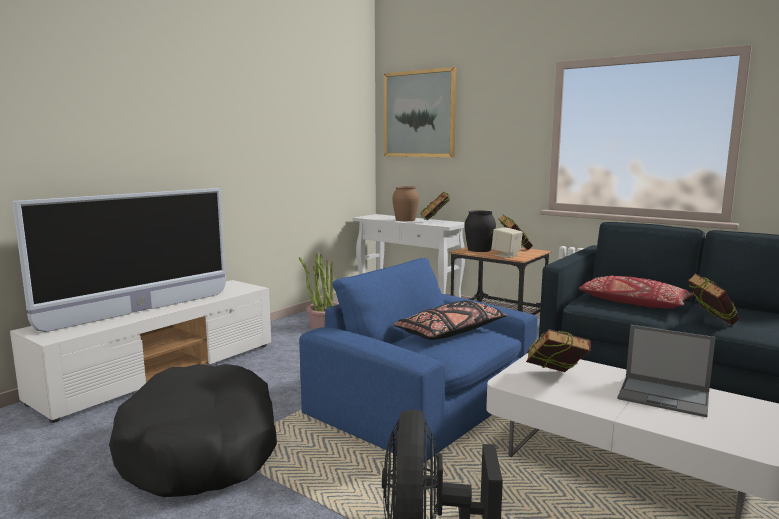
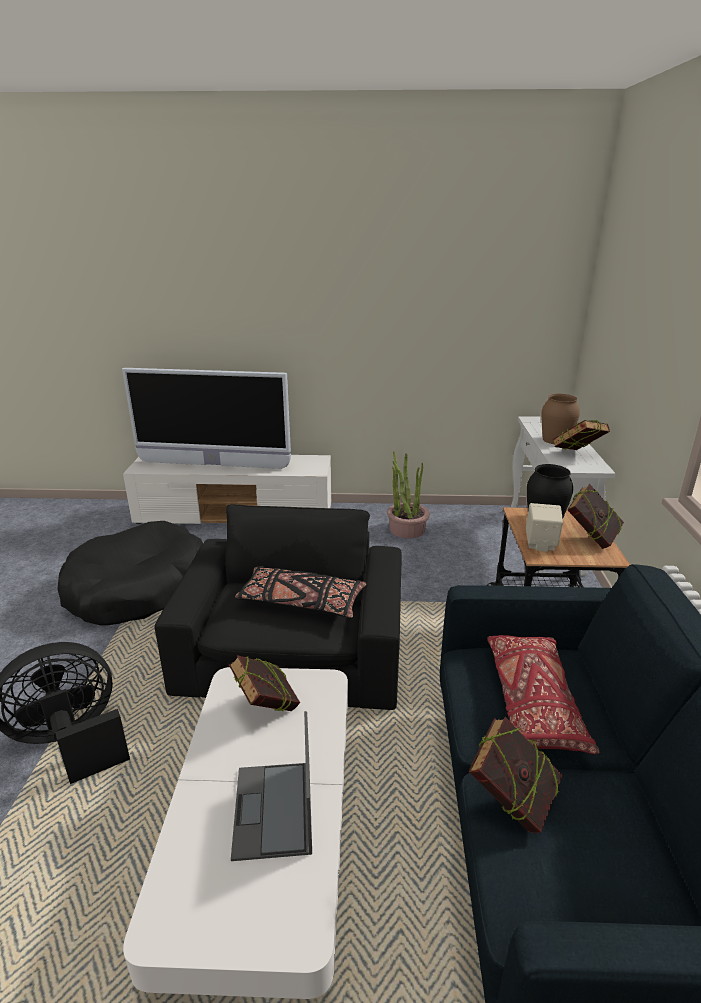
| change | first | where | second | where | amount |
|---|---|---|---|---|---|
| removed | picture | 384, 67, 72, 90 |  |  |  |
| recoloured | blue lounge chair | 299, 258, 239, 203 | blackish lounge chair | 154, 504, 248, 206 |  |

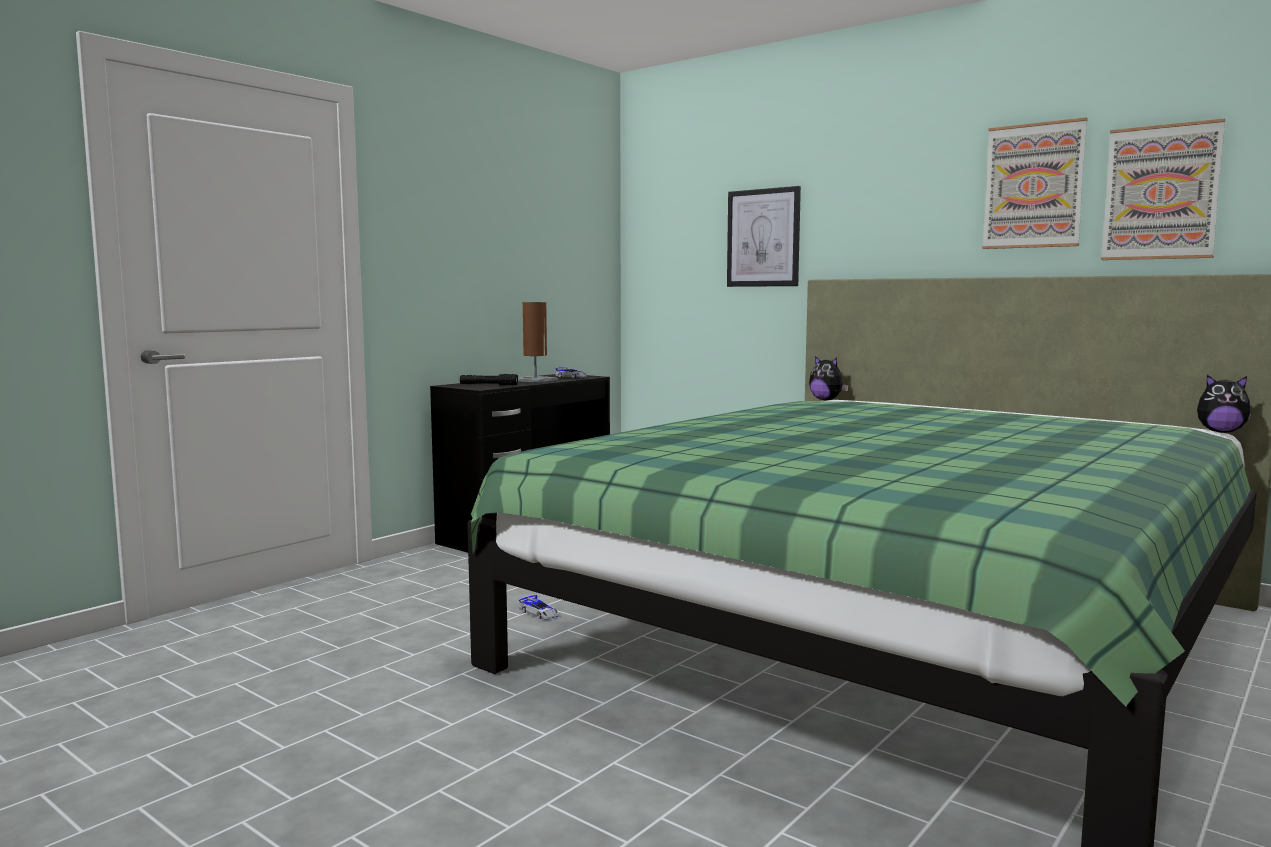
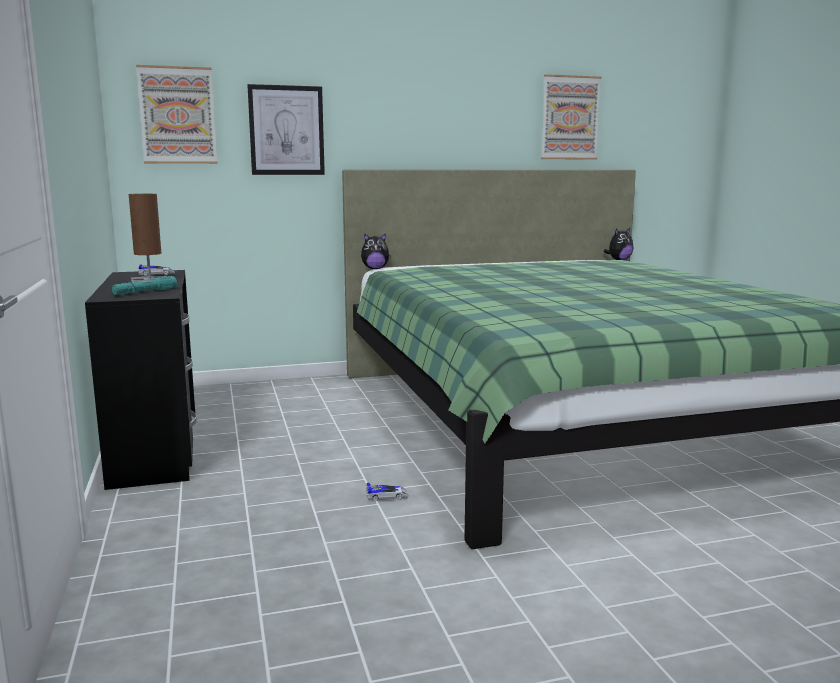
| change | first | where | second | where | amount |
|---|---|---|---|---|---|
| moved | picture | 982, 117, 106, 132 |  | 136, 65, 81, 99 |  |
| recoloured | blackish hand torch | 460, 374, 58, 11 | blue-green hand torch | 112, 276, 65, 19 |  |

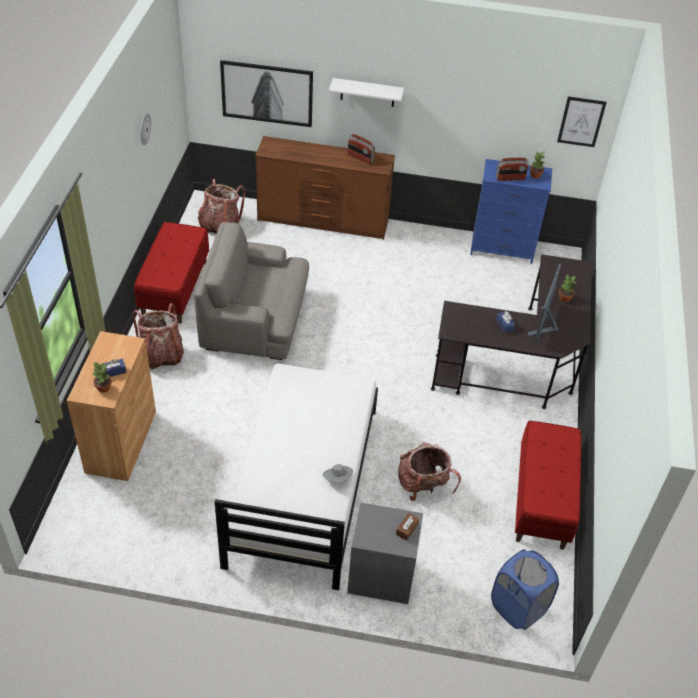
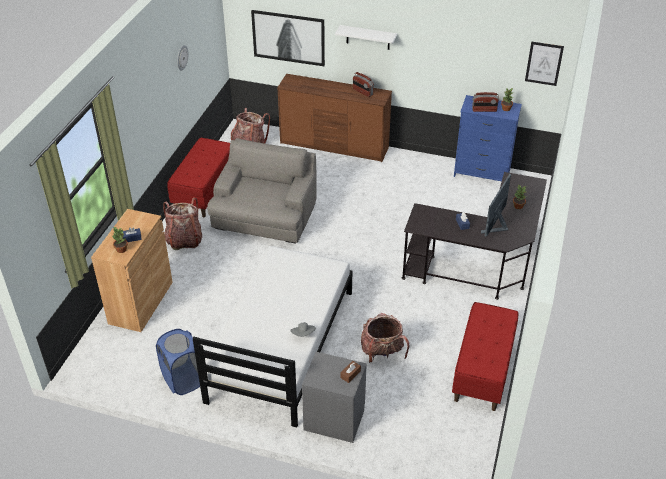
| change | first | where | second | where | amount |
|---|---|---|---|---|---|
| turned | grey lounge chair | 194, 222, 115, 138 |  | 207, 138, 110, 106 | 90 degrees clockwise |
| moved | blue hamper | 491, 549, 68, 81 |  | 156, 329, 44, 66 |  |

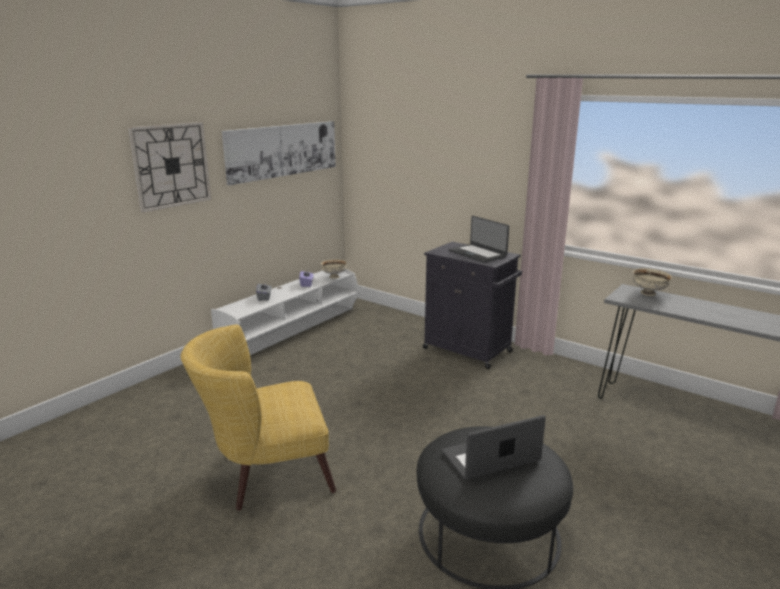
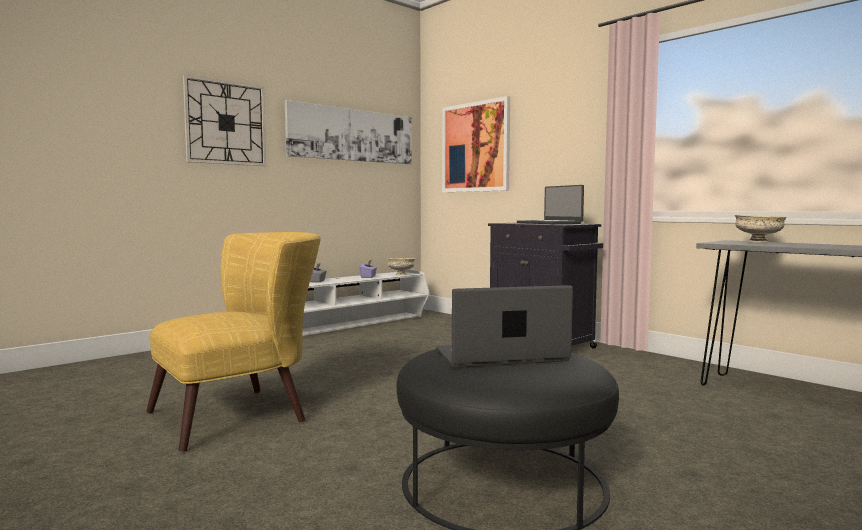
| change | first | where | second | where | amount |
|---|---|---|---|---|---|
| turned | yellow-coloured lounge chair | 180, 325, 156, 186 |  | 146, 232, 175, 220 | 150 degrees clockwise |
| added |  |  | picture | 442, 96, 68, 96 |  |

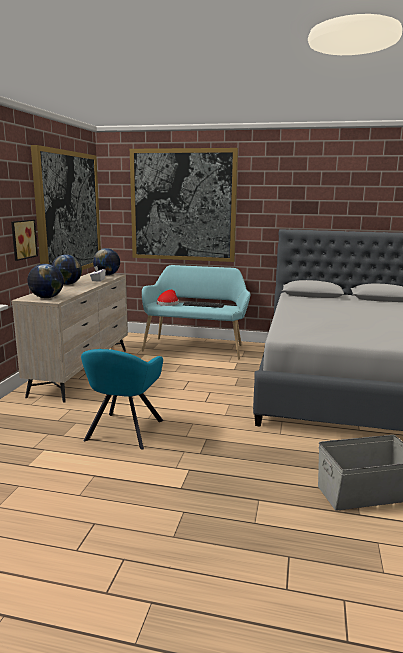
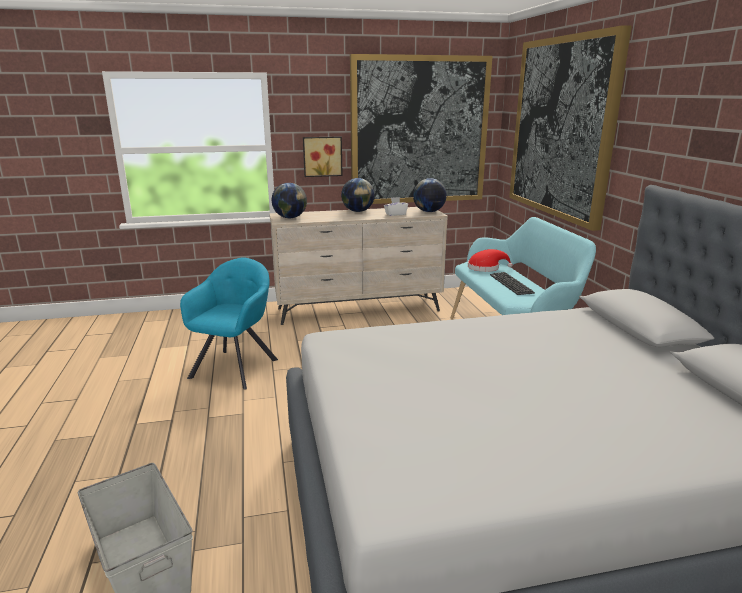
| change | first | where | second | where | amount |
|---|---|---|---|---|---|
| turned | blue-green lounge chair | 81, 349, 82, 101 |  | 180, 257, 98, 133 | 120 degrees clockwise |

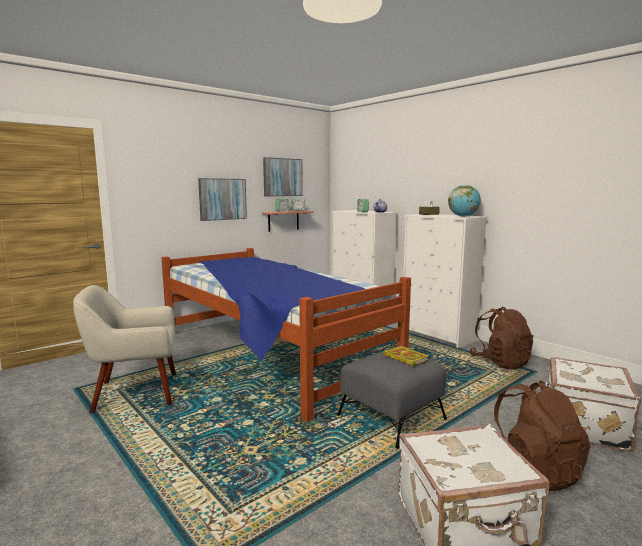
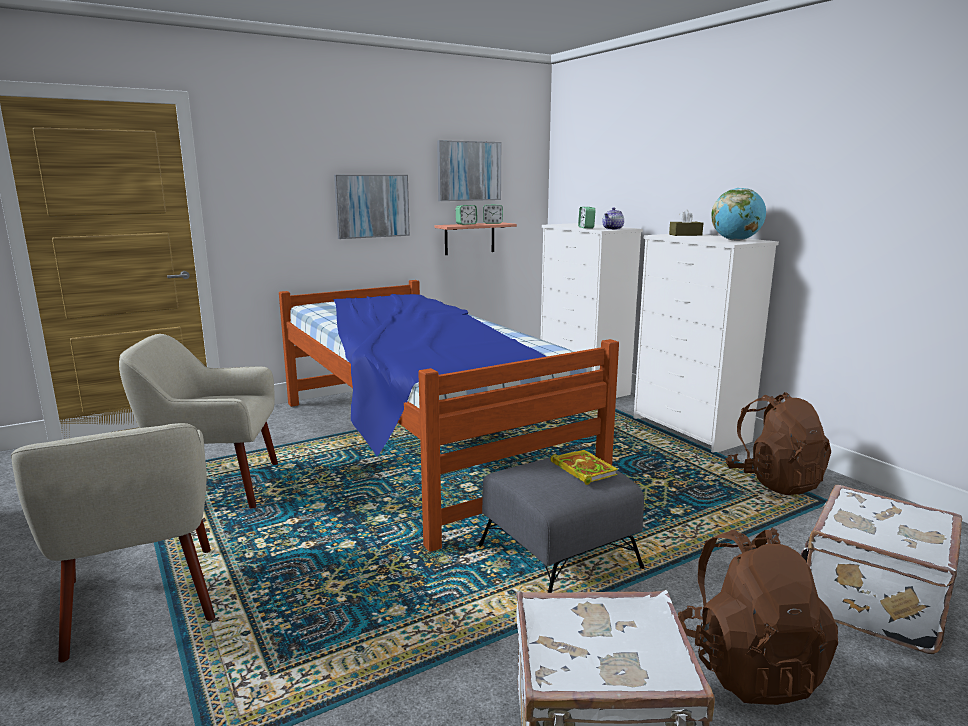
| change | first | where | second | where | amount |
|---|---|---|---|---|---|
| added |  |  | beige lounge chair | 11, 423, 204, 239 |  |

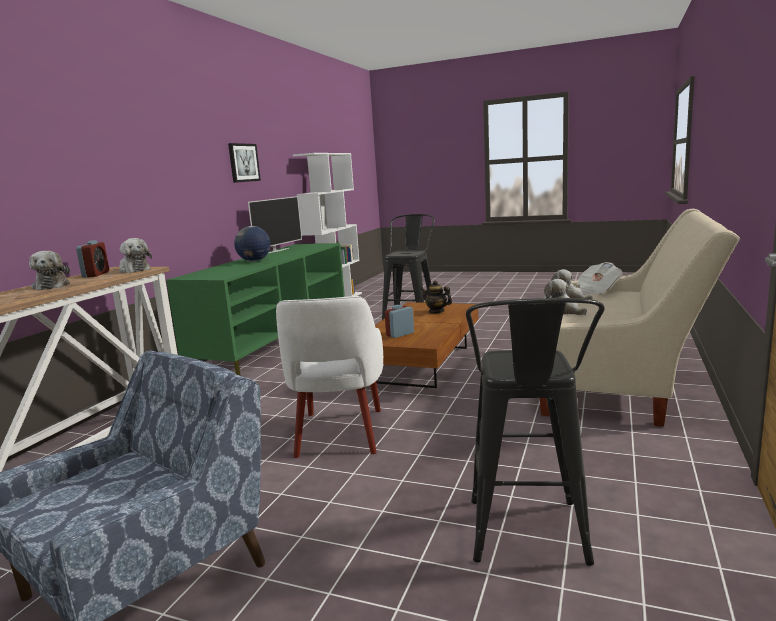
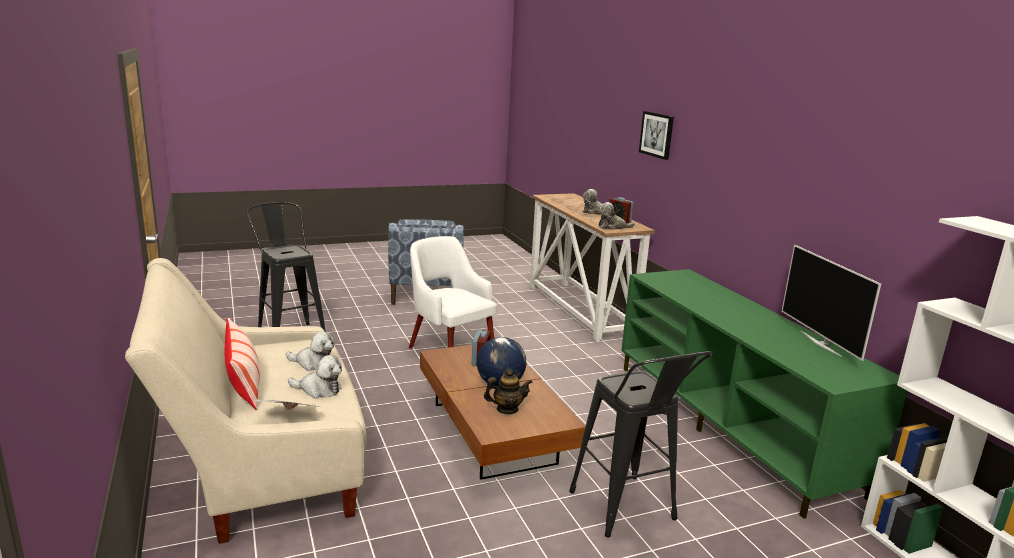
| change | first | where | second | where | amount |
|---|---|---|---|---|---|
| moved | picture | 228, 143, 33, 40 |  | 639, 111, 35, 49 |  |
| moved | world globe | 234, 226, 37, 36 |  | 477, 337, 49, 50 |  |
| added |  |  | pillow | 224, 317, 36, 93 |  |

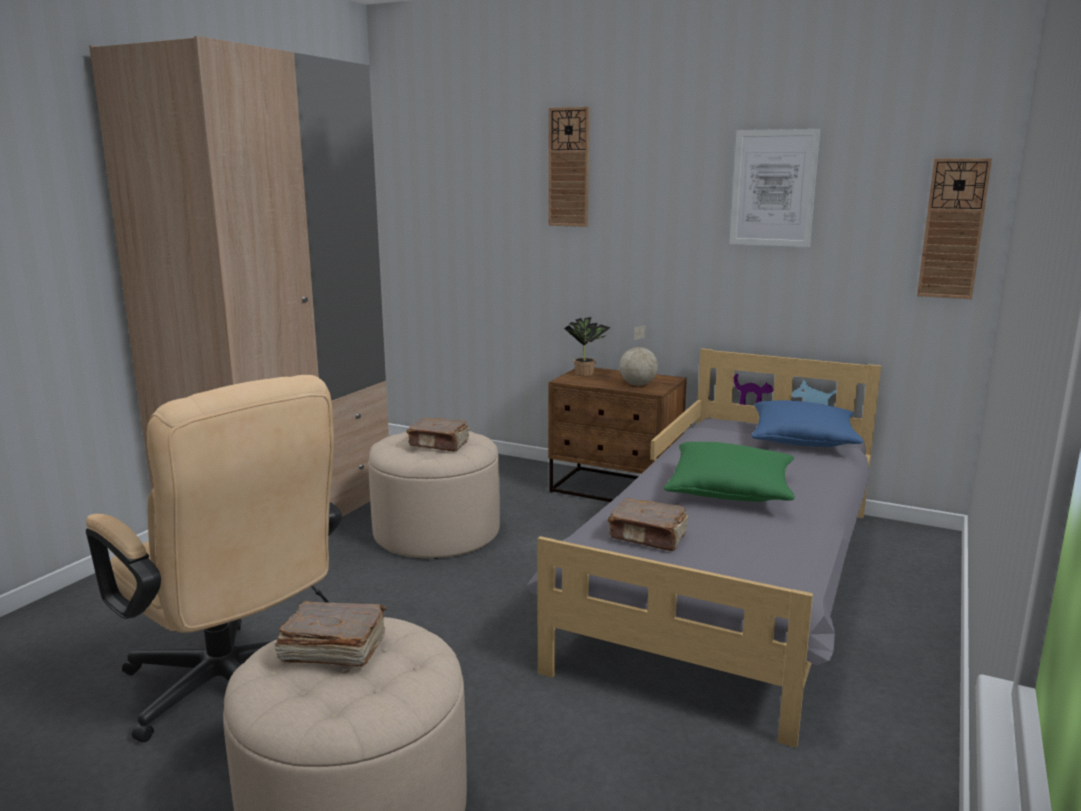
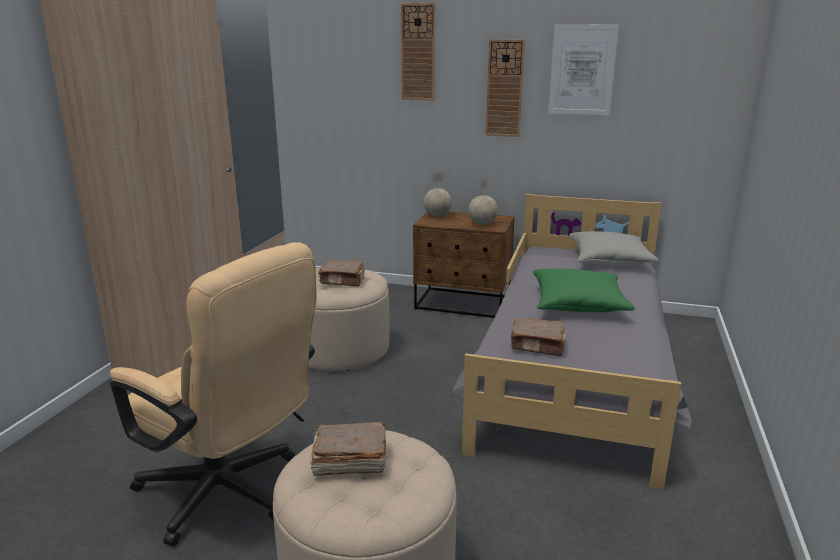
| change | first | where | second | where | amount |
|---|---|---|---|---|---|
| moved | hanging clock | 917, 158, 75, 141 |  | 486, 40, 39, 97 |  |
| replaced | potted plant | 564, 317, 47, 59 | world globe | 424, 172, 28, 44 |  |
| recoloured | blue pillow | 751, 400, 112, 47 | grey pillow | 569, 231, 90, 35 |  |

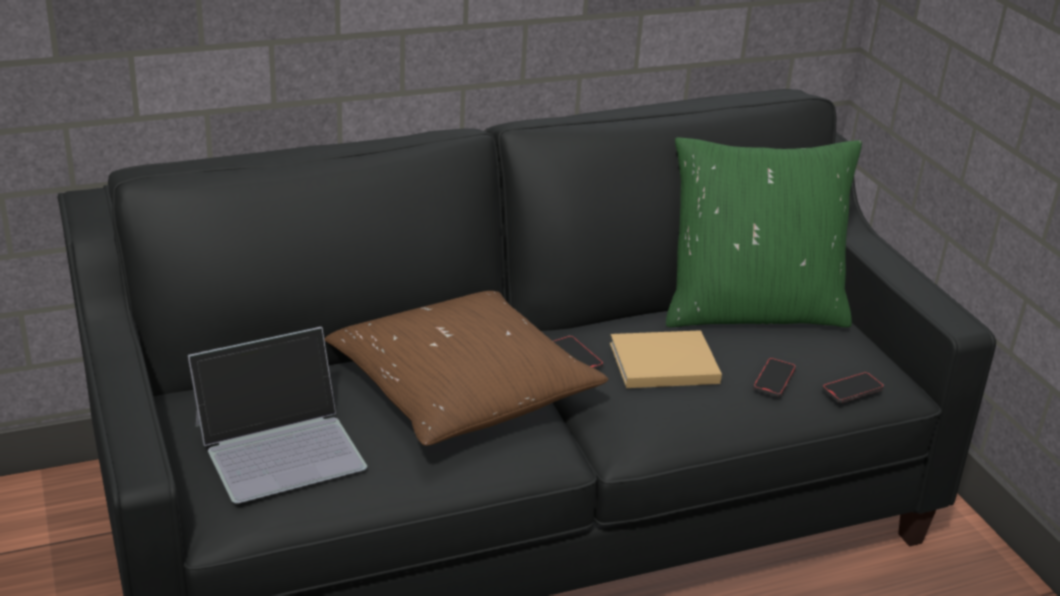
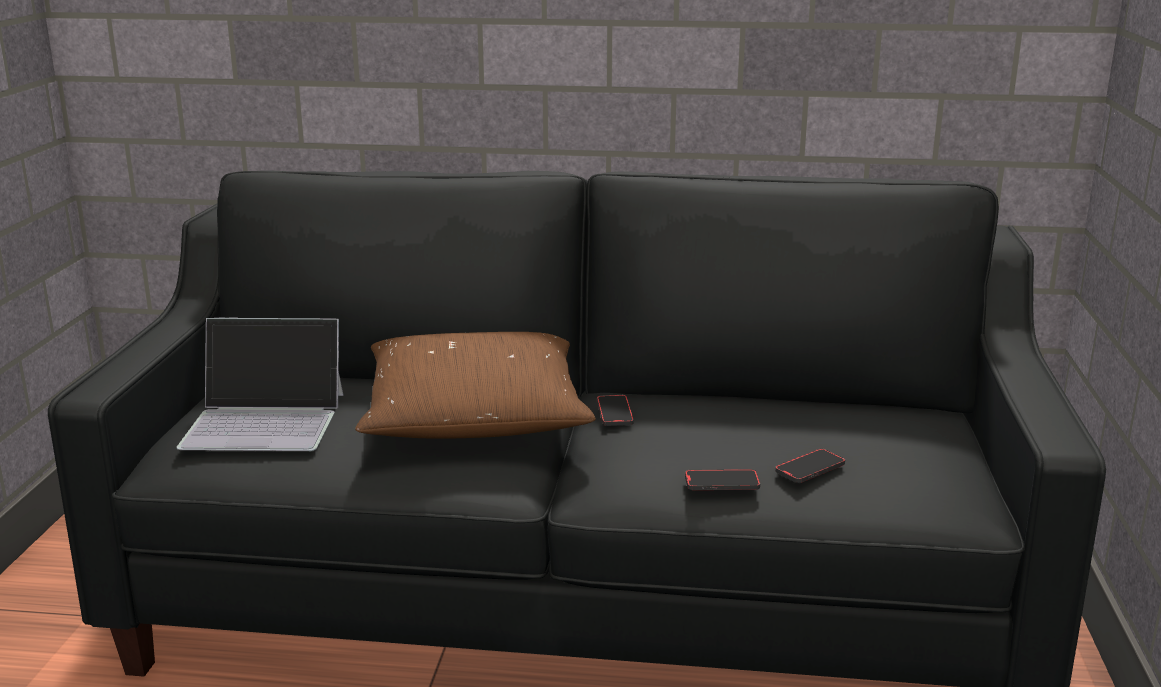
| change | first | where | second | where | amount |
|---|---|---|---|---|---|
| removed | green-coloured pillow | 666, 137, 196, 190 |  |  |  |
| removed | beige bound book | 610, 330, 112, 58 |  |  |  |
| moved | phone | 823, 372, 61, 31 |  | 685, 469, 75, 21 |  |

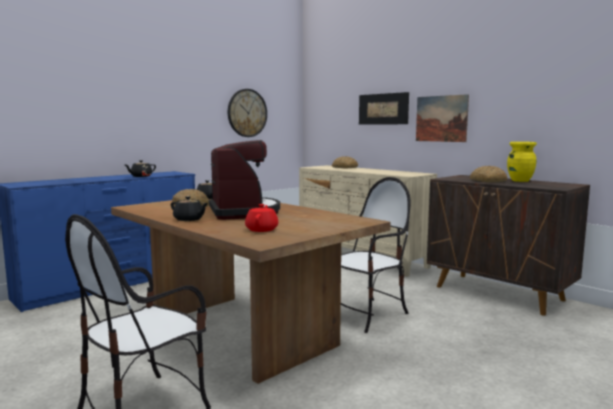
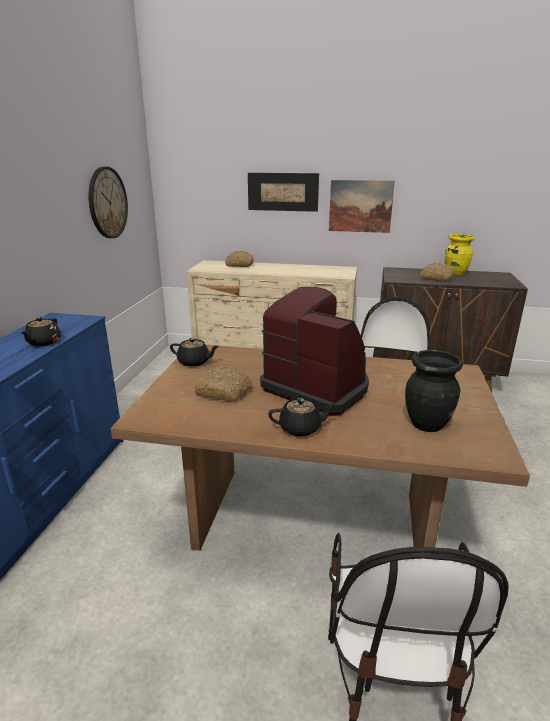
| change | first | where | second | where | amount |
|---|---|---|---|---|---|
| replaced | reddish pot for tea | 245, 204, 33, 28 | blackish vase | 405, 350, 58, 82 |  |

